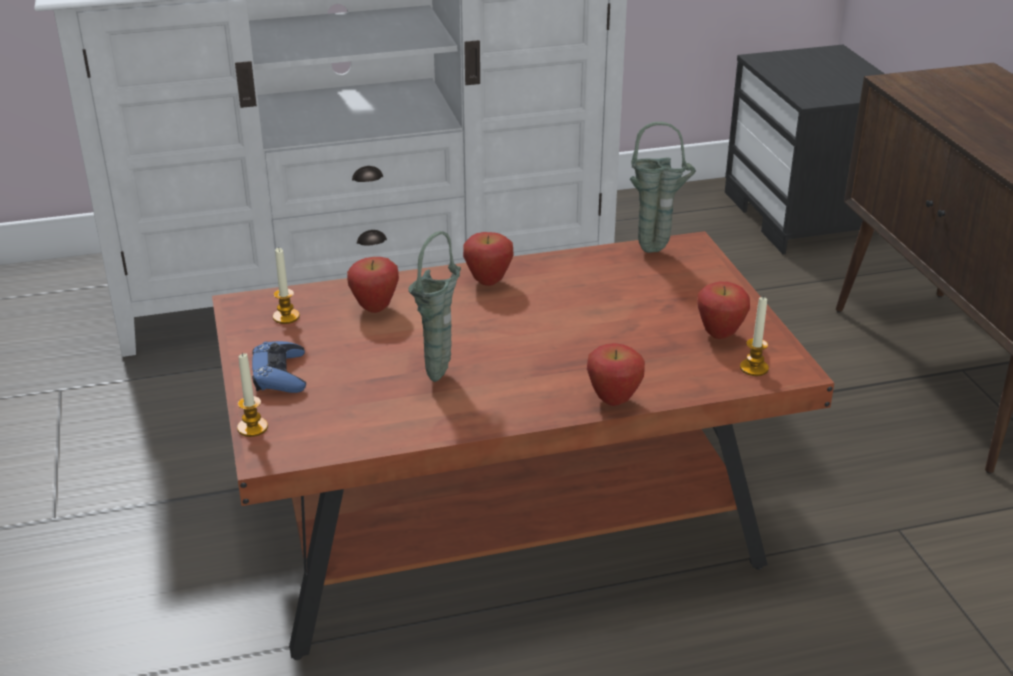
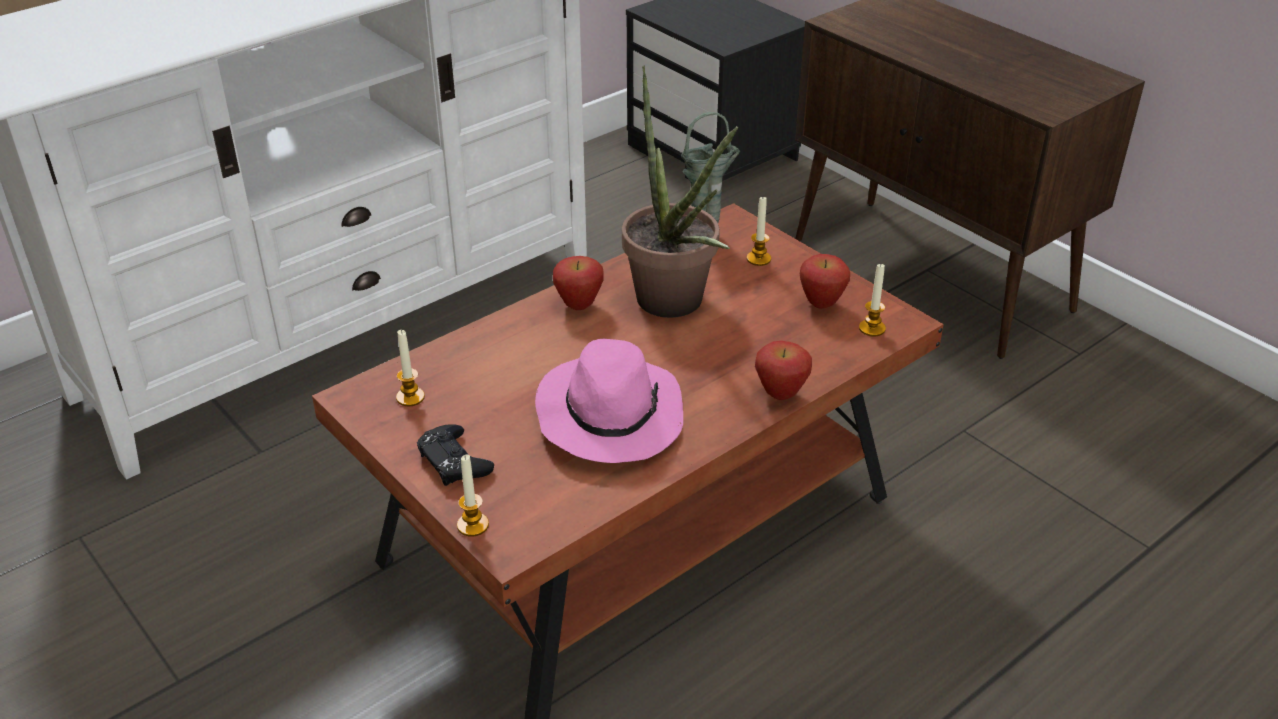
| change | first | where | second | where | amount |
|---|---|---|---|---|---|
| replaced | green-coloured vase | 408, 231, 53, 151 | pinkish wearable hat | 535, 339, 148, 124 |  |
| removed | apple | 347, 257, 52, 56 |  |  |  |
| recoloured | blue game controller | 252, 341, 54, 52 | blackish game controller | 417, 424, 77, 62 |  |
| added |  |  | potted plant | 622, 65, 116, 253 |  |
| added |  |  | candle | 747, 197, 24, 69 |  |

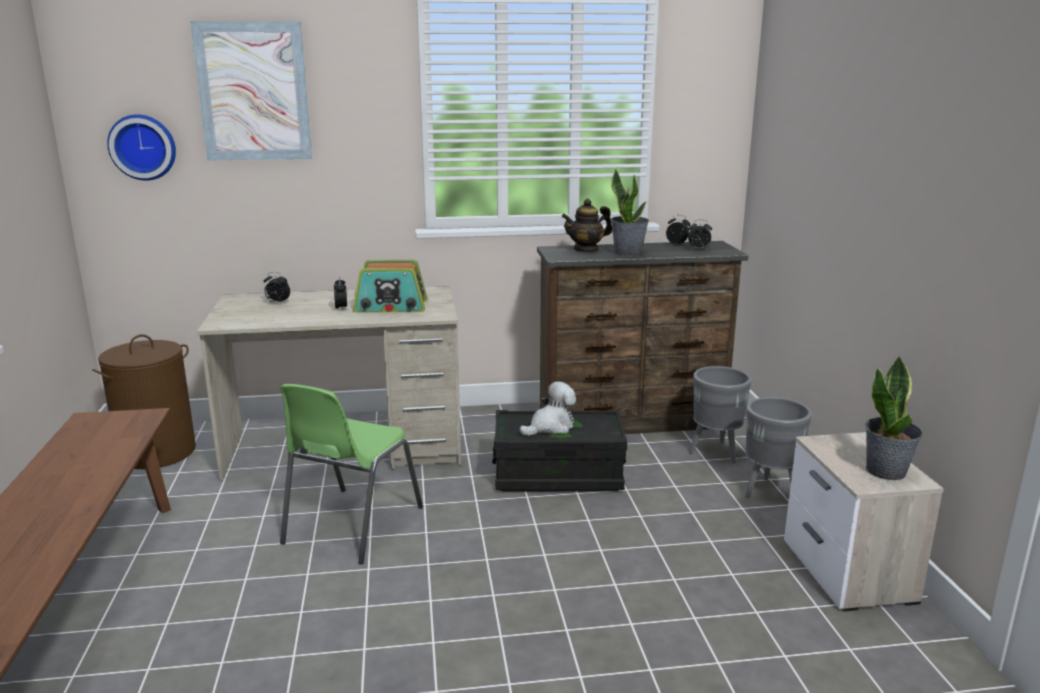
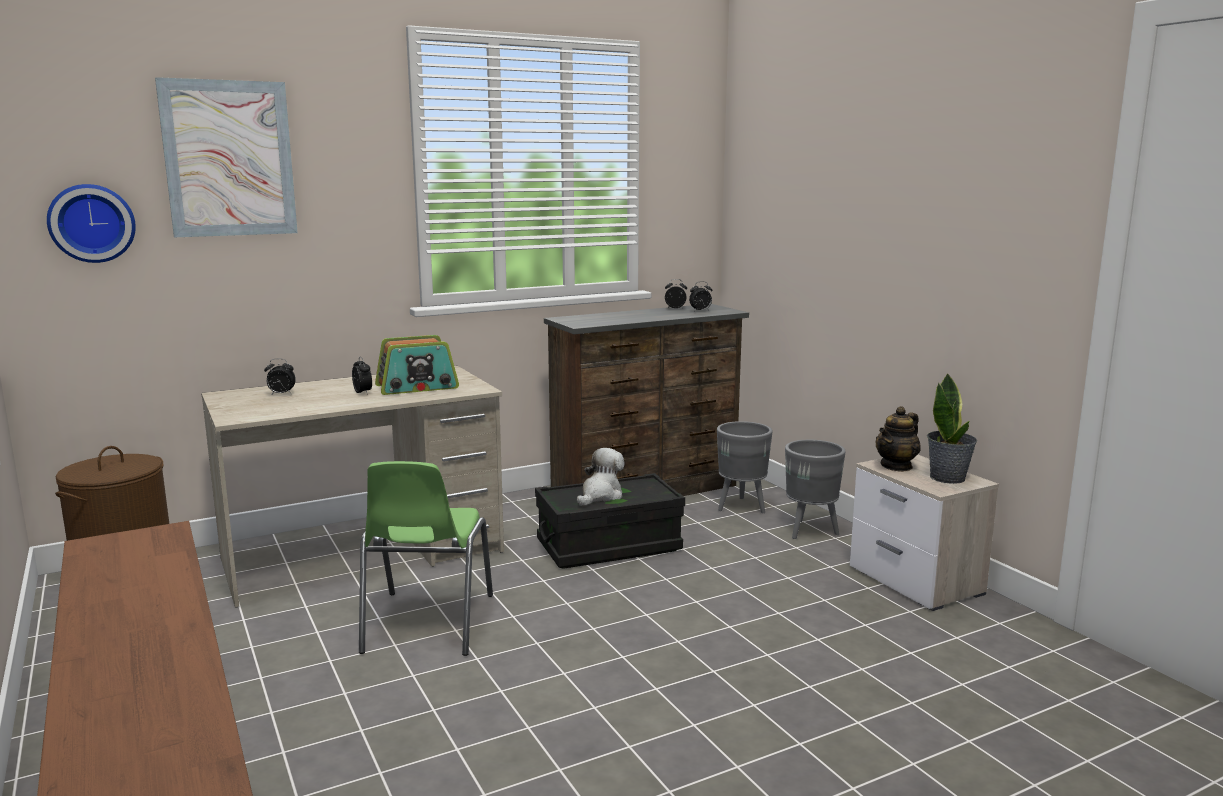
| change | first | where | second | where | amount |
|---|---|---|---|---|---|
| removed | potted plant | 611, 169, 38, 87 |  |  |  |
| moved | pot for tea | 562, 199, 50, 54 |  | 875, 406, 46, 66 |  |

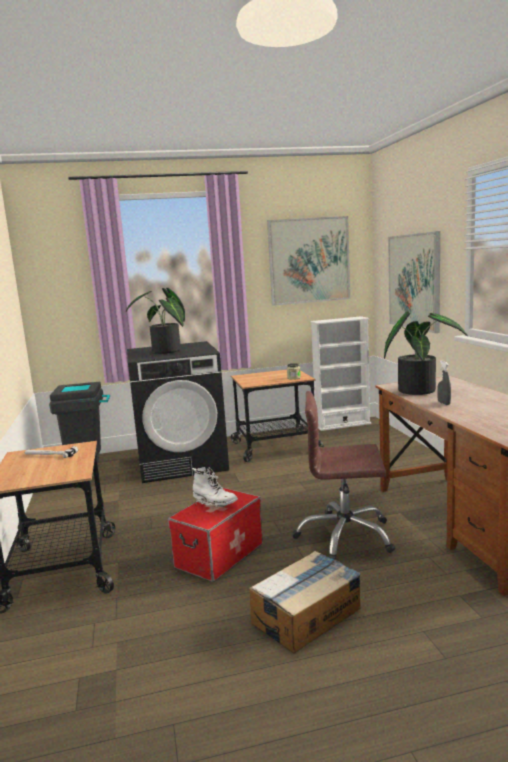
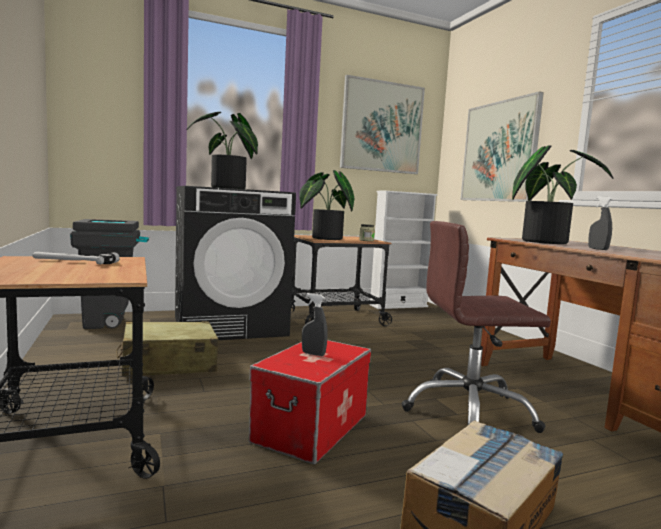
| change | first | where | second | where | amount |
|---|---|---|---|---|---|
| replaced | white-coloured tall boot | 192, 467, 46, 41 | grey spray bottle | 302, 293, 26, 63 |  |
| added |  |  | potted plant | 299, 170, 55, 70 |  |
| added |  |  | beige suitcase | 116, 321, 102, 55 |  |

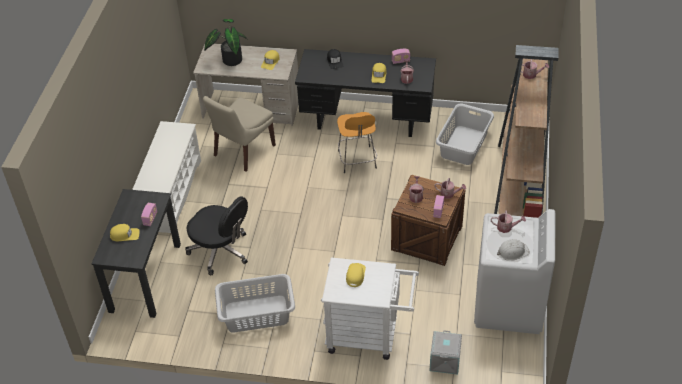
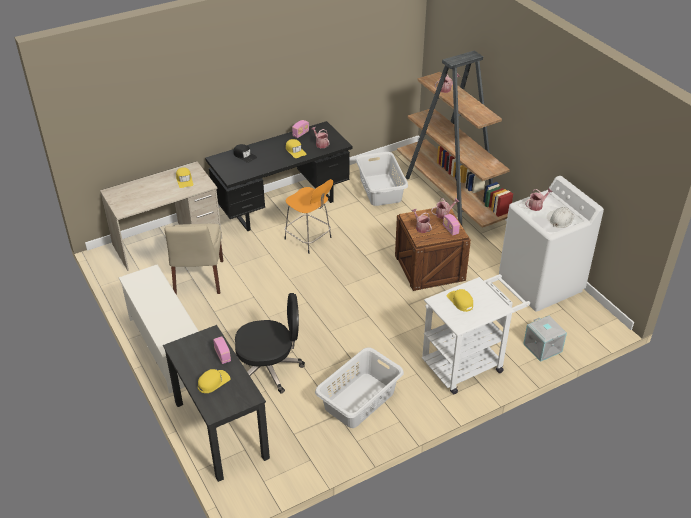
| change | first | where | second | where | amount |
|---|---|---|---|---|---|
| removed | potted plant | 204, 19, 44, 47 |  |  |  |

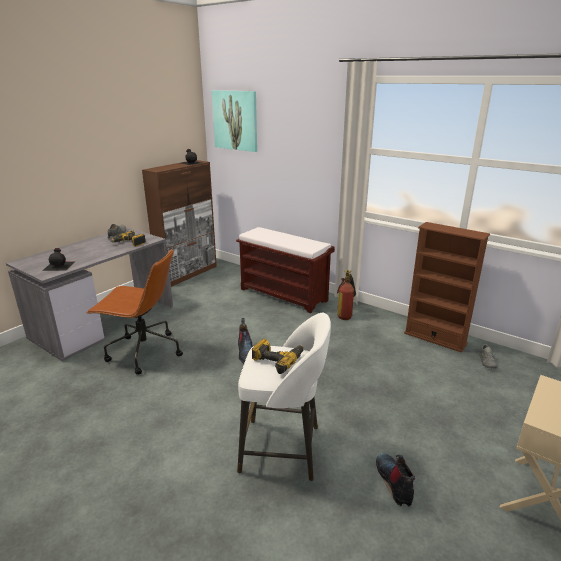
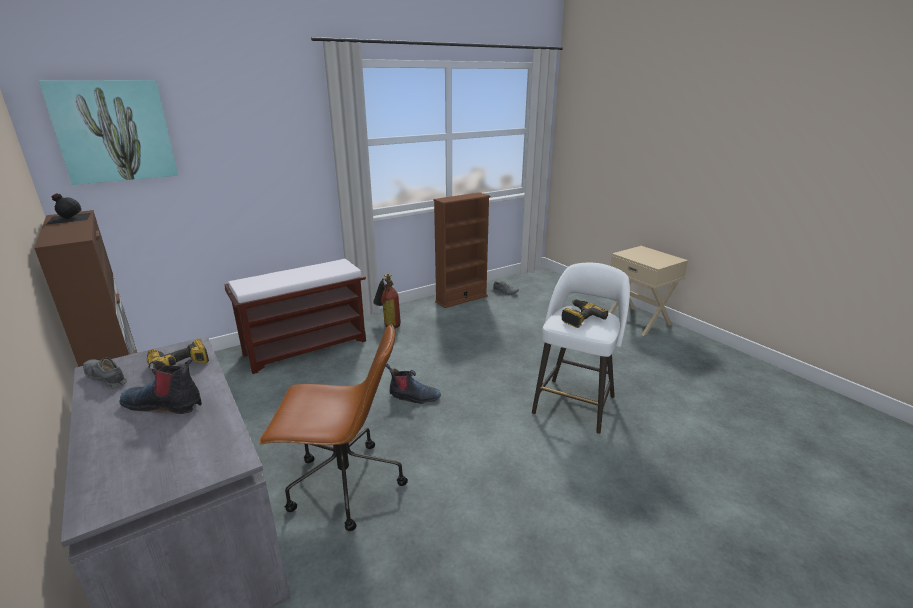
| change | first | where | second | where | amount |
|---|---|---|---|---|---|
| removed | blackish drink bottle | 42, 248, 33, 23 |  |  |  |
| turned | brown-coloured office chair | 86, 249, 97, 126 |  | 259, 324, 149, 207 | 60 degrees clockwise |
| moved | tall boot | 376, 453, 39, 53 |  | 119, 359, 83, 55 |  |

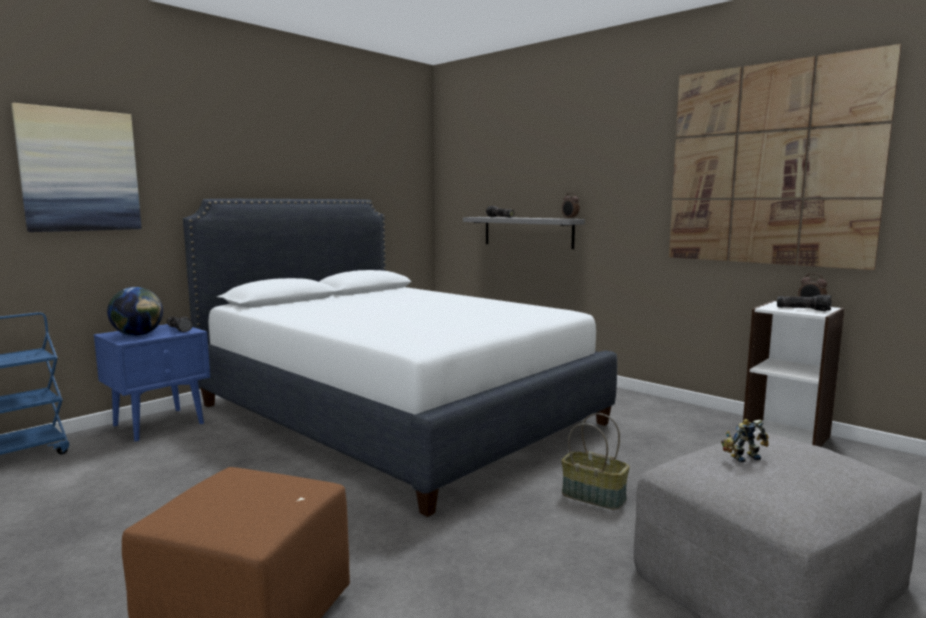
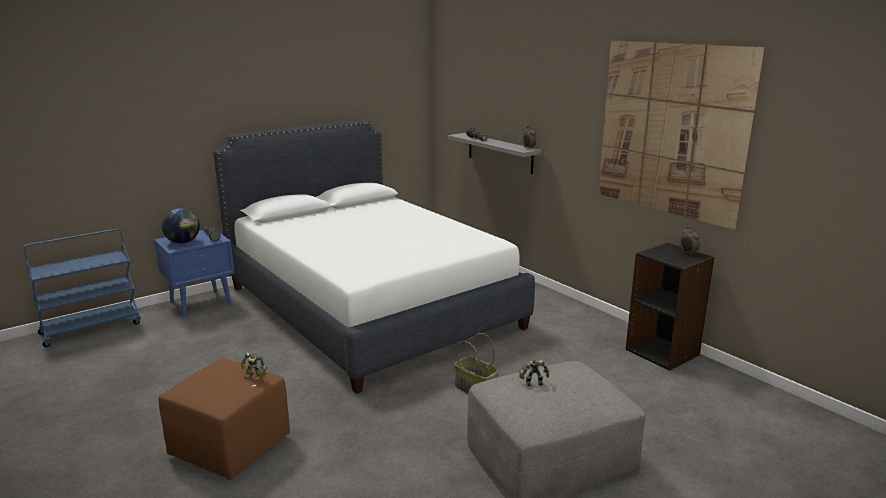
| change | first | where | second | where | amount |
|---|---|---|---|---|---|
| removed | picture | 11, 103, 130, 129 |  |  |  |
| removed | hand torch | 777, 294, 55, 17 |  |  |  |
| recoloured | white-coloured bookshelf | 743, 301, 102, 146 | blackish bookshelf | 626, 242, 89, 129 |  |
| added |  |  | toy robot | 241, 352, 26, 28 |  |

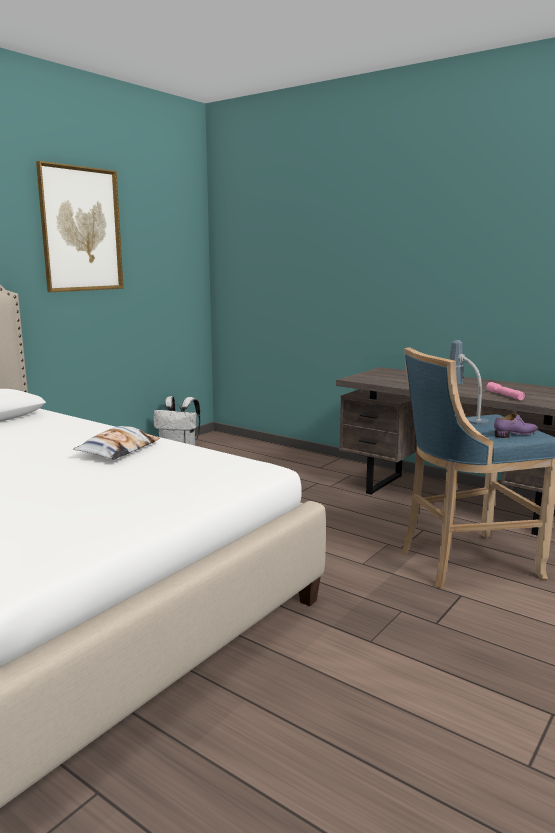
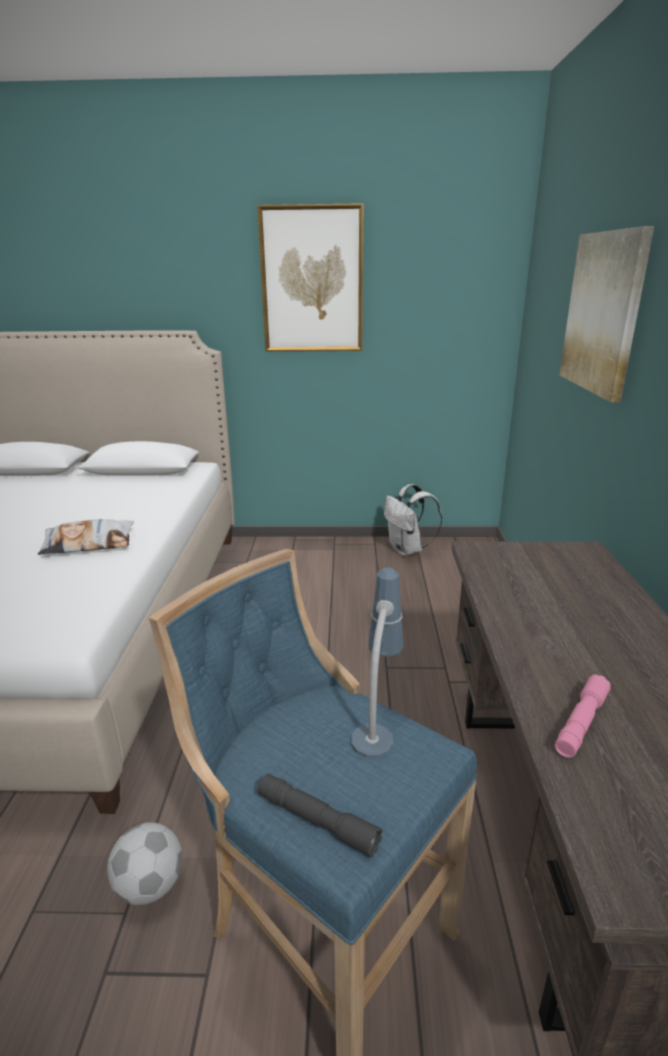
| change | first | where | second | where | amount |
|---|---|---|---|---|---|
| replaced | purplish shoe | 494, 413, 43, 25 | grey hand torch | 258, 774, 125, 84 |  |
| added |  |  | picture | 559, 226, 95, 176 |  |
| added |  |  | ball for football | 107, 822, 75, 83 |  |

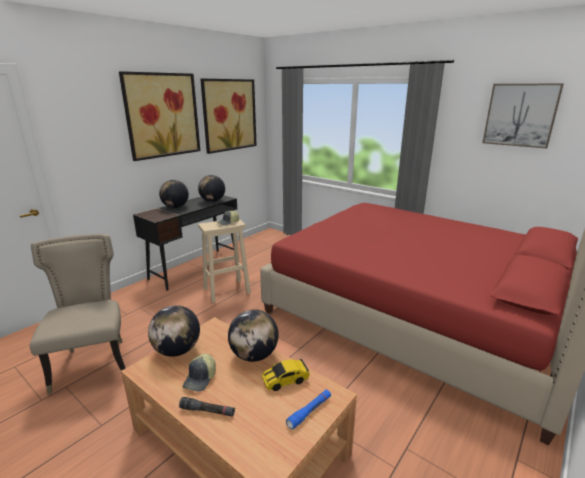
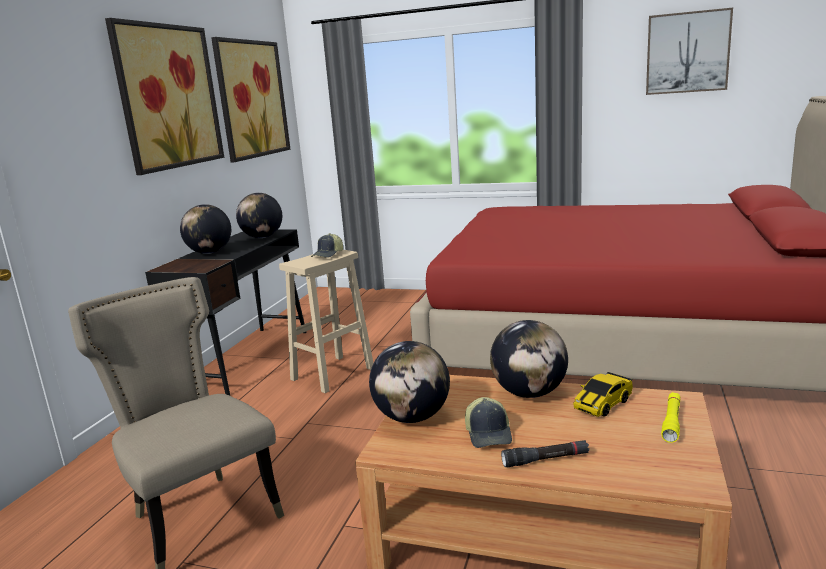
| change | first | where | second | where | amount |
|---|---|---|---|---|---|
| recoloured | blue hand torch | 286, 389, 45, 41 | yellow-coloured hand torch | 661, 392, 19, 51 |  |

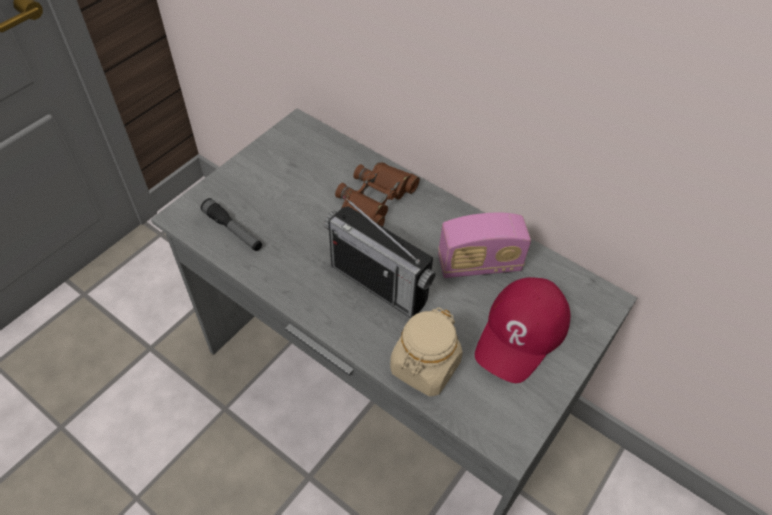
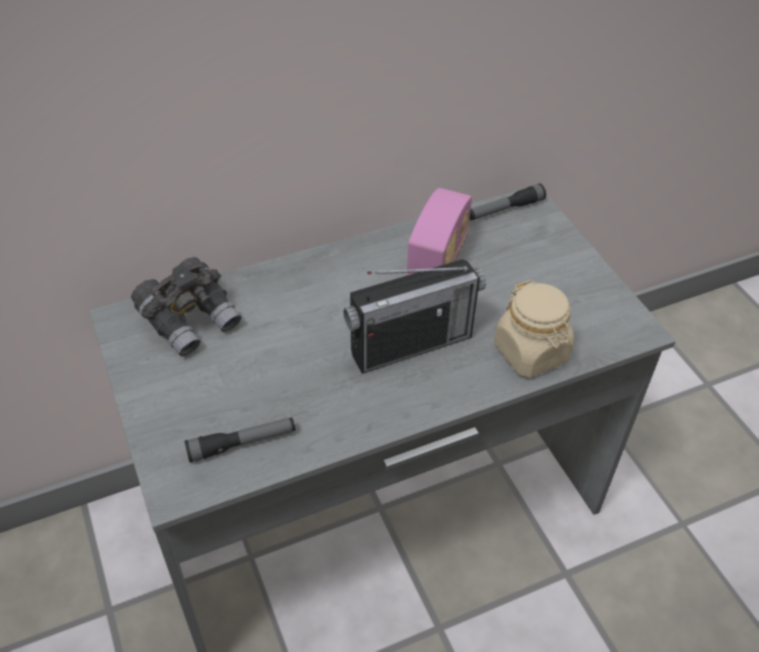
| change | first | where | second | where | amount |
|---|---|---|---|---|---|
| removed | brown-coloured binoculars | 335, 162, 85, 65 |  |  |  |
| removed | reddish cap | 475, 277, 95, 106 |  |  |  |
| added |  |  | hand torch | 469, 183, 77, 37 |  |
| added |  |  | grey binoculars | 131, 257, 111, 99 |  |

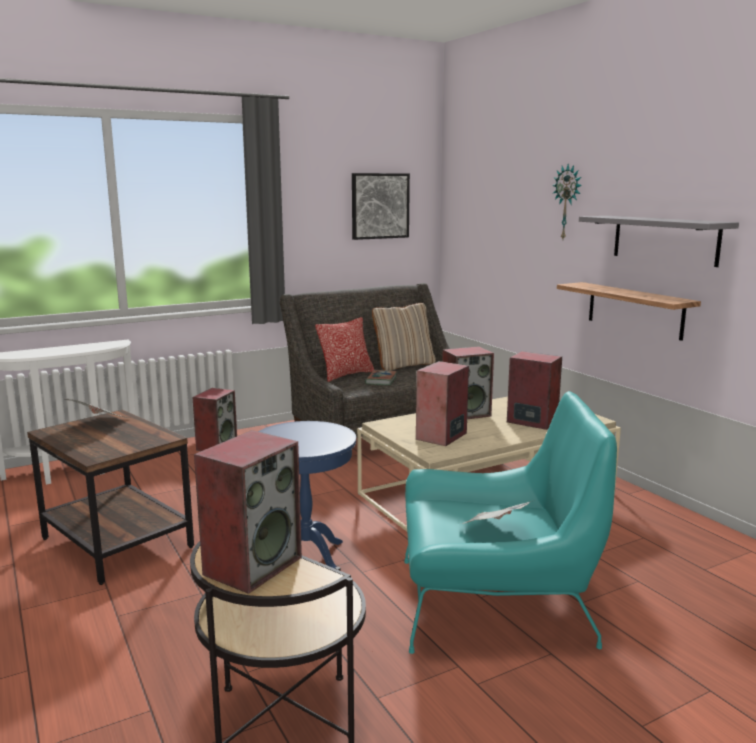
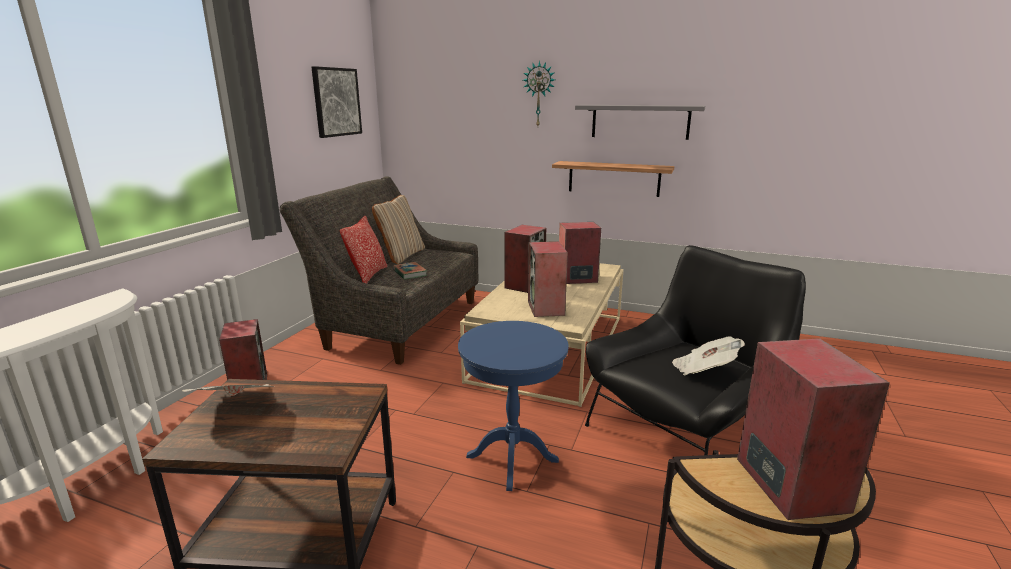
| change | first | where | second | where | amount |
|---|---|---|---|---|---|
| recoloured | blue-green lounge chair | 404, 391, 213, 263 | blackish lounge chair | 585, 245, 221, 210 |  |

